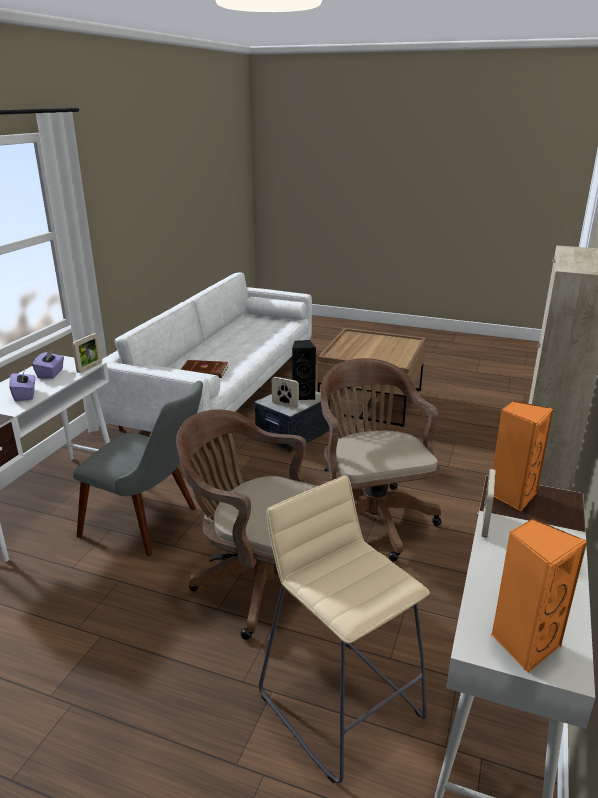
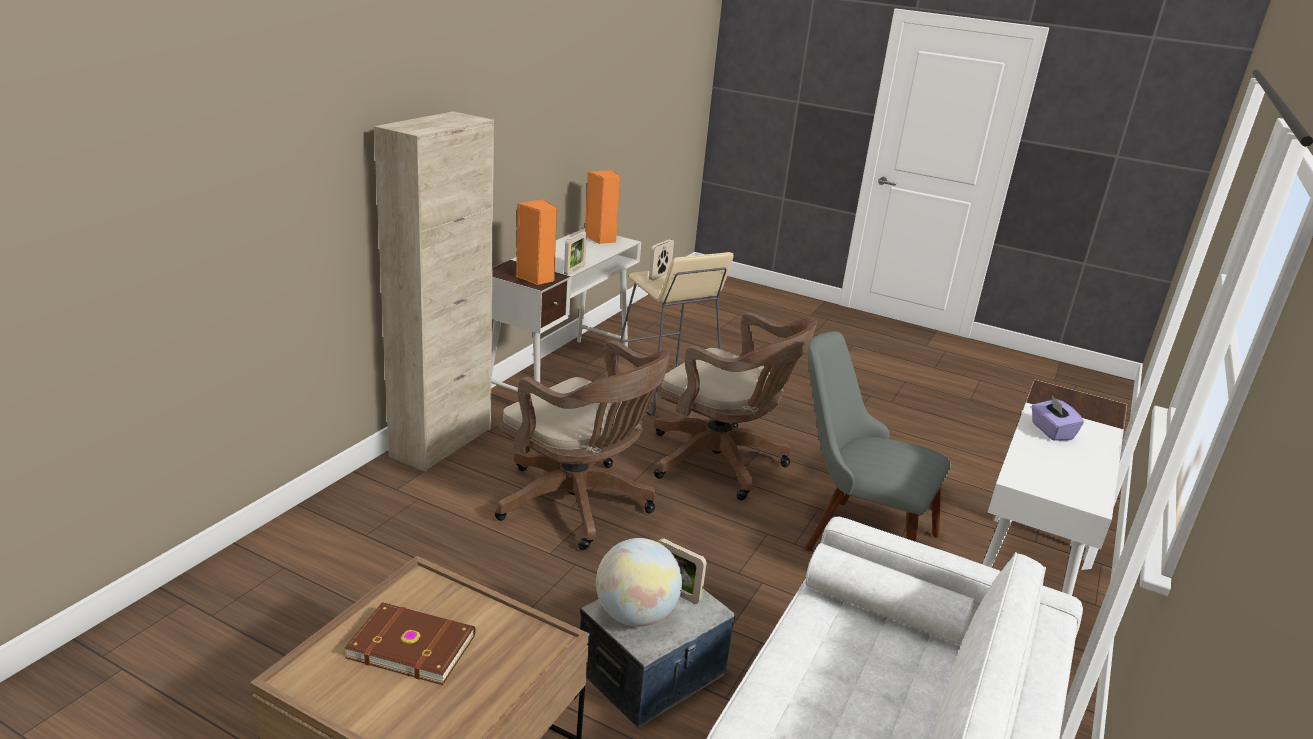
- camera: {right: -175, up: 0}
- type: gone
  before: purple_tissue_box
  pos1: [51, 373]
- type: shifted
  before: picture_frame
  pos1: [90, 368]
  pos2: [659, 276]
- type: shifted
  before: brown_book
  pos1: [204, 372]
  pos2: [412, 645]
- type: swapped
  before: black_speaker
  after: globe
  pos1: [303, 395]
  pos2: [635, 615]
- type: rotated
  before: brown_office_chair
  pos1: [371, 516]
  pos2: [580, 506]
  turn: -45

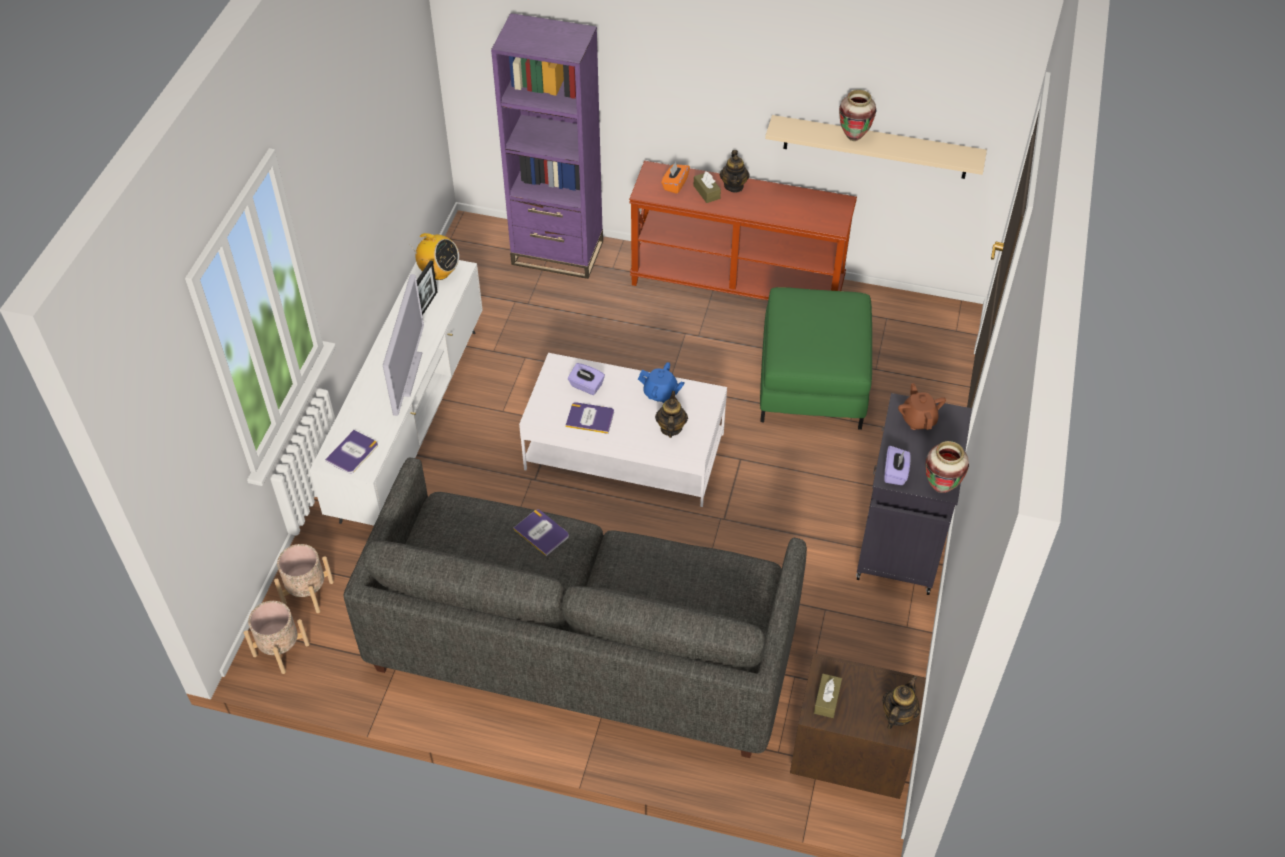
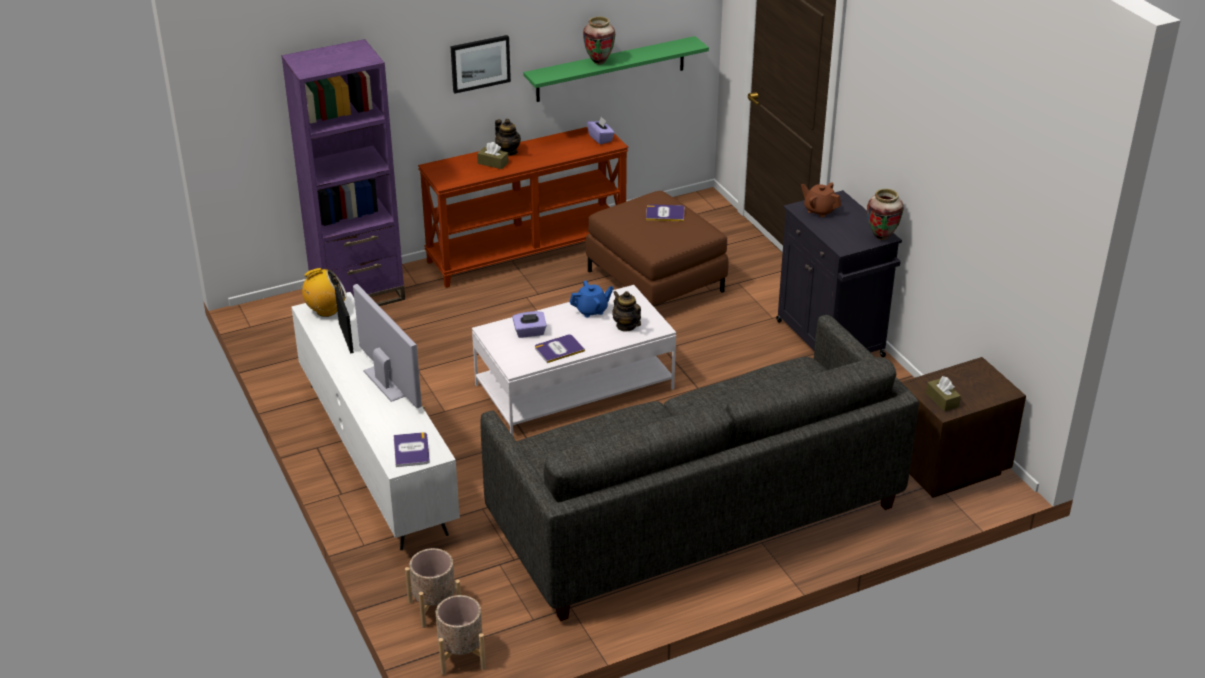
- camera: {right: -40, up: -15}
- type: gone
  before: orange_tissue_box
  pos1: [675, 184]
- type: gone
  before: teapot
  pos1: [897, 715]
- type: new
  after: picture
  pos2: [480, 63]
- type: shifted
  before: book
  pos1: [541, 532]
  pos2: [665, 213]
- type: shifted
  before: purple_tissue_box
  pos1: [895, 473]
  pos2: [600, 138]
- type: repainted
  before: green_ottoman
  after: brown_ottoman
  pos1: [811, 381]
  pos2: [655, 281]
- type: repainted
  before: beige_shelf
  after: green_shelf
  pos1: [875, 147]
  pos2: [610, 69]

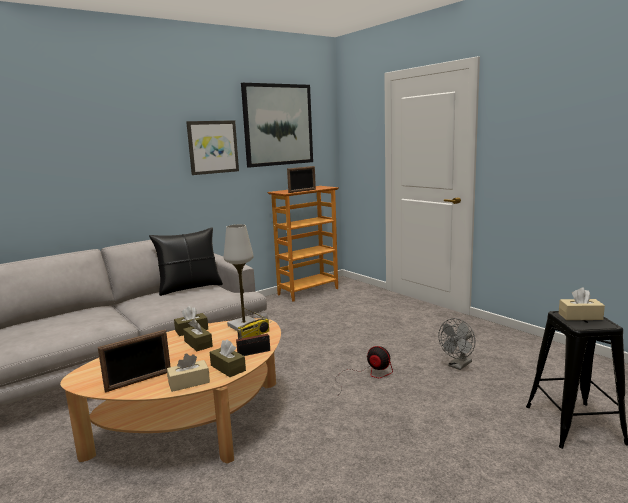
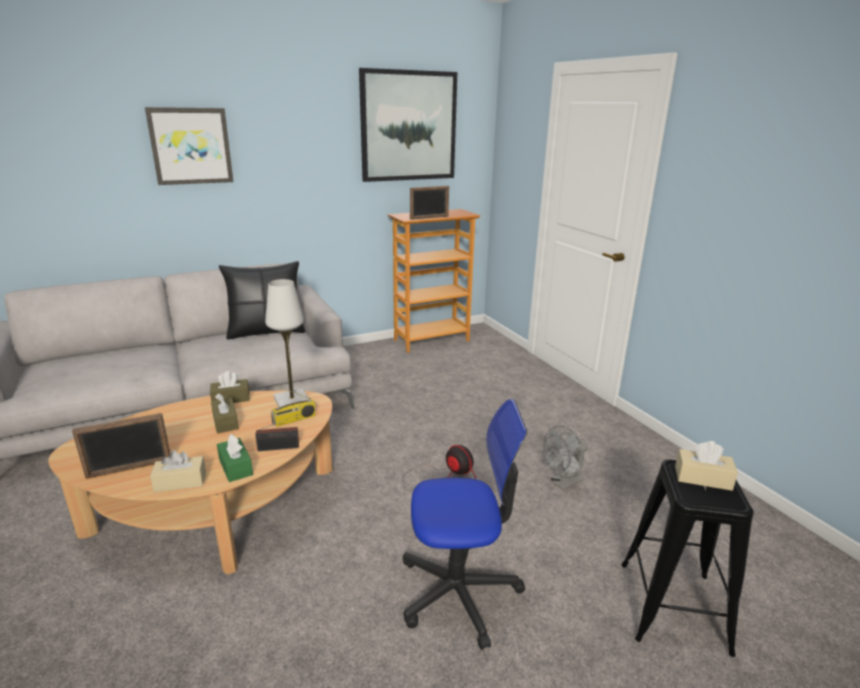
- camera: {right: 10, up: 10}
- type: new
  after: office_chair
  pos2: [458, 591]
- type: shifted
  before: picture
  pos1: [212, 147]
  pos2: [191, 146]
- type: repainted
  before: brown_tissue_box
  after: green_tissue_box
  pos1: [228, 368]
  pos2: [235, 467]

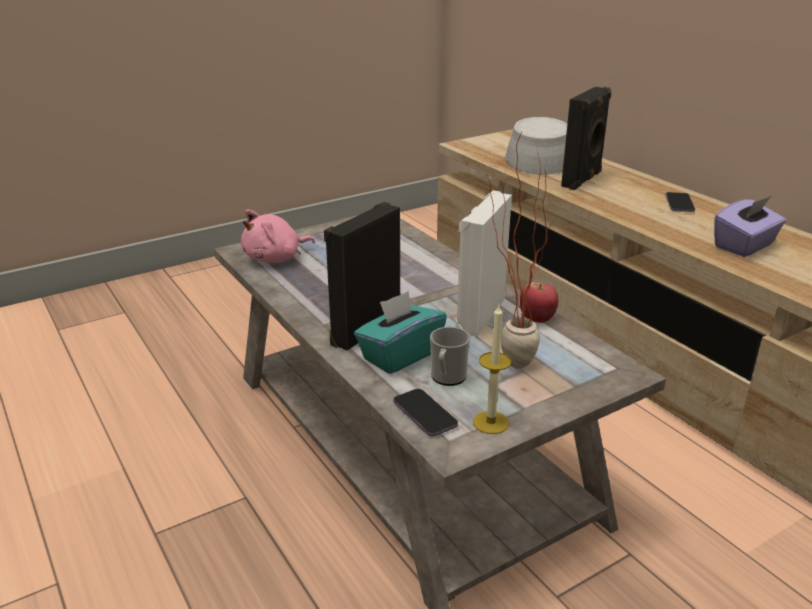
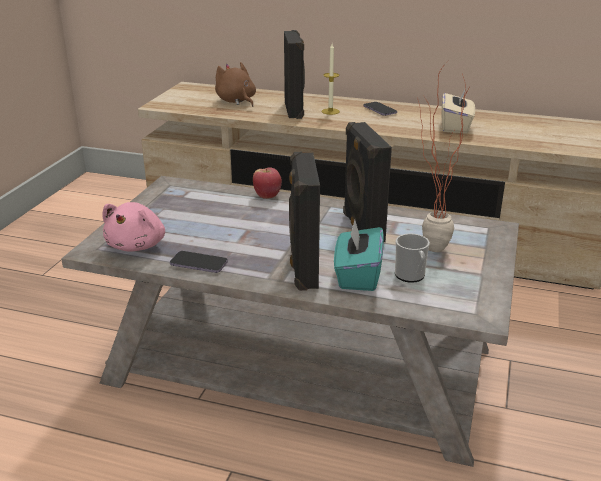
- camera: {right: -40, up: 0}
- type: shifted
  before: phone
  pos1: [425, 414]
  pos2: [199, 264]
- type: shifted
  before: candle
  pos1: [490, 422]
  pos2: [330, 111]
- type: shifted
  before: apple
  pos1: [537, 319]
  pos2: [267, 196]
- type: swapped
  before: grey_hat
  after: brown_plush_toy
  pos1: [538, 158]
  pos2: [236, 101]
- type: repainted
  before: white_speaker
  after: black_speaker
  pos1: [478, 315]
  pos2: [361, 228]
- type: repainted
  before: purple_tissue_box
  after: beige_tissue_box
  pos1: [744, 246]
  pos2: [456, 126]

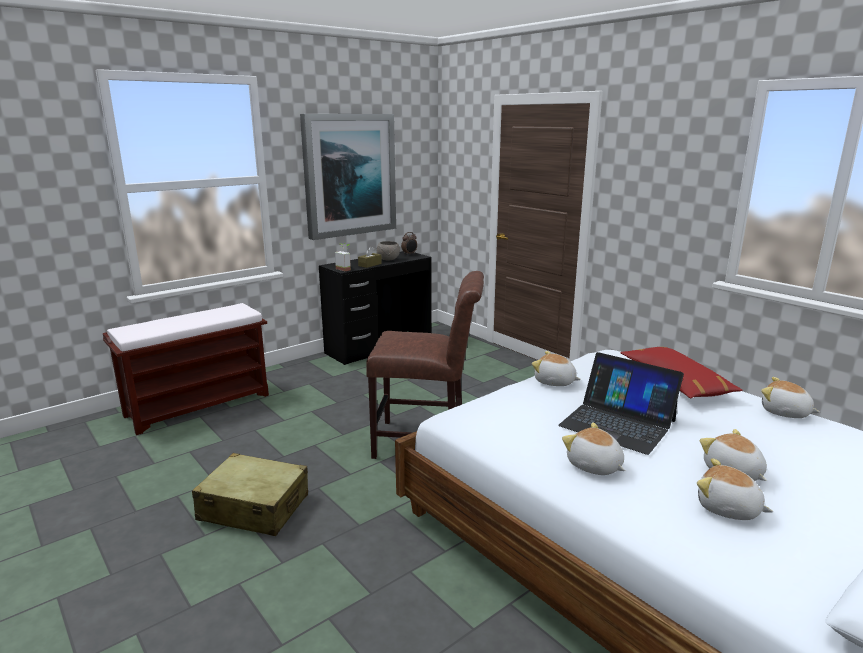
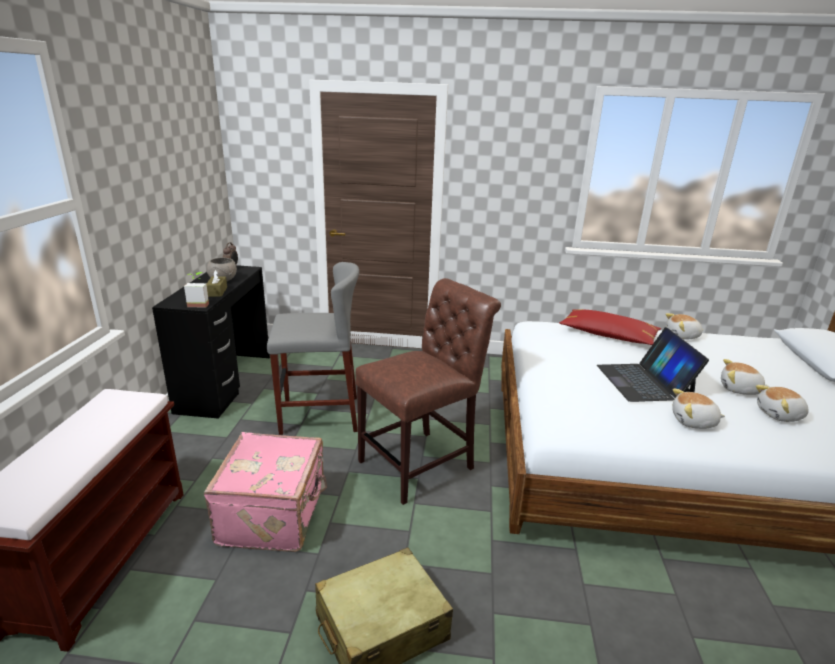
- camera: {right: -45, up: 5}
- type: gone
  before: picture
  pos1: [349, 175]
- type: gone
  before: plush_toy
  pos1: [554, 382]
- type: new
  after: pink_suitcase
  pos2: [275, 515]
- type: new
  after: grey_stool
  pos2: [319, 415]
- type: rotated
  before: laptop
  pos1: [618, 423]
  pos2: [644, 381]
  turn: 90

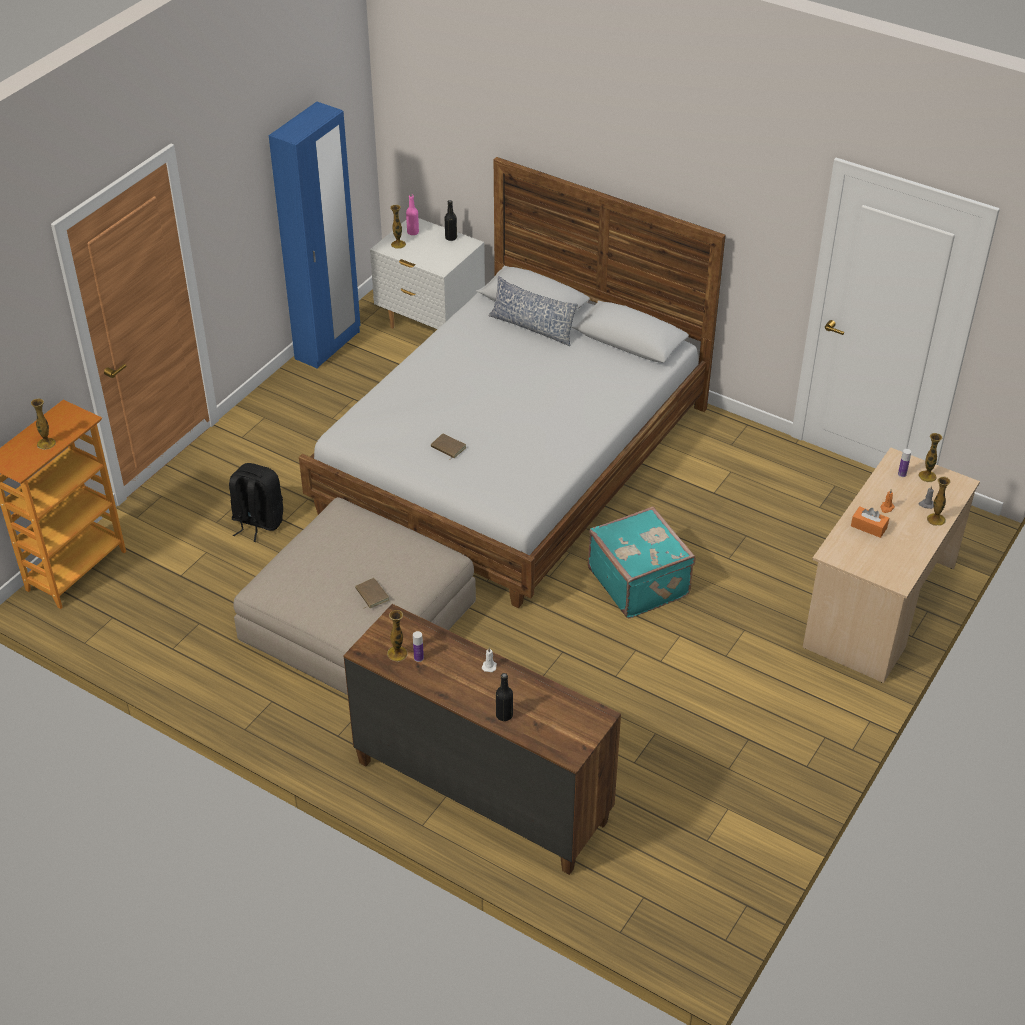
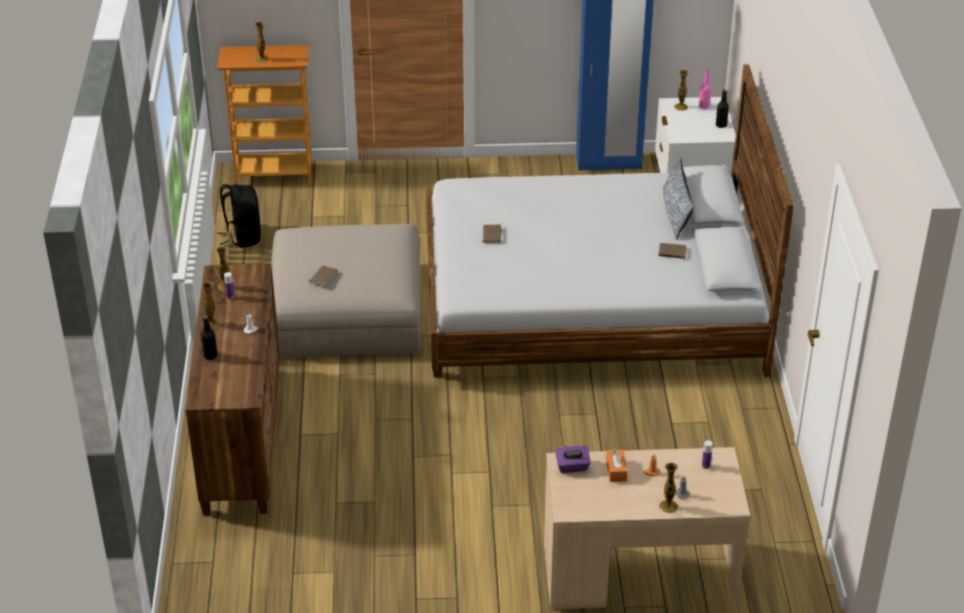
- camera: {right: 55, up: -5}
- type: gone
  before: turquoise_suitcase
  pos1: [639, 581]
- type: new
  after: purple_tissue_box
  pos2: [572, 467]
- type: new
  after: brown_book
  pos2: [672, 253]
- type: shifted
  before: black_backpack
  pos1: [257, 522]
  pos2: [242, 237]
- type: shifted
  before: vase
  pos1: [927, 476]
  pos2: [211, 323]

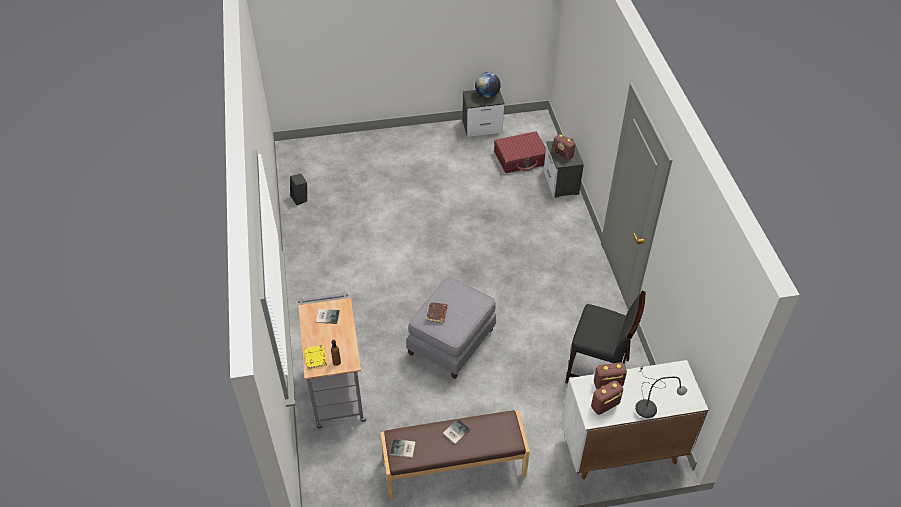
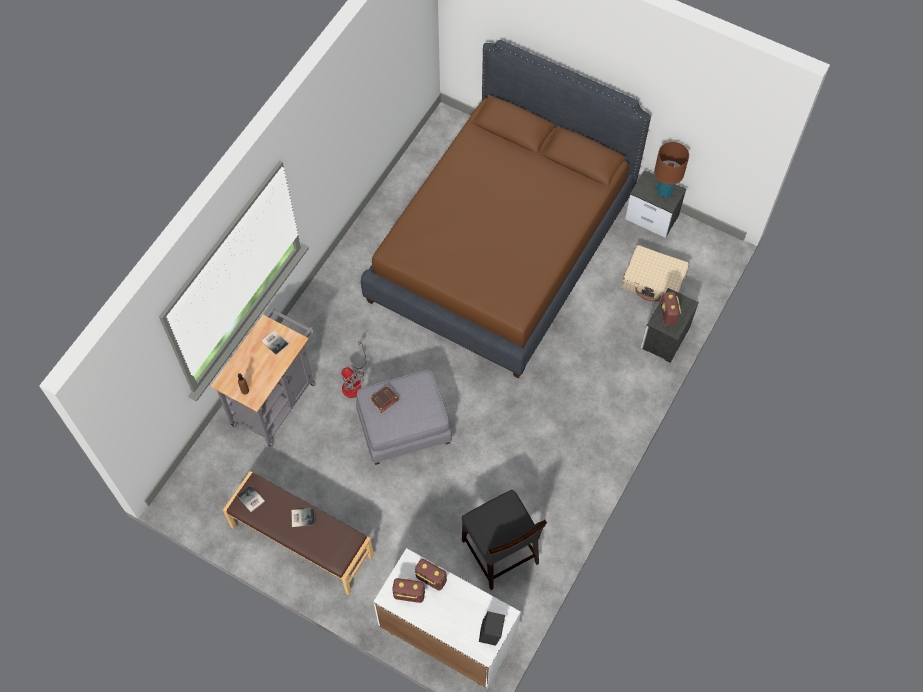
- camera: {right: 40, up: 15}
- type: gone
  before: yellow_book
  pos1: [316, 358]
- type: gone
  before: grey_table_lamp
  pos1: [651, 403]
- type: new
  after: fan
  pos2: [353, 382]
- type: new
  after: brown_bed
  pos2: [502, 247]
- type: shifted
  before: black_speaker
  pos1: [300, 198]
  pos2: [491, 634]
- type: swapped
  before: globe
  after: brown_table_lamp
  pos1: [487, 95]
  pos2: [664, 191]
- type: repainted
  before: red_suitcase
  after: beige_suitcase
  pos1: [520, 158]
  pos2: [654, 281]

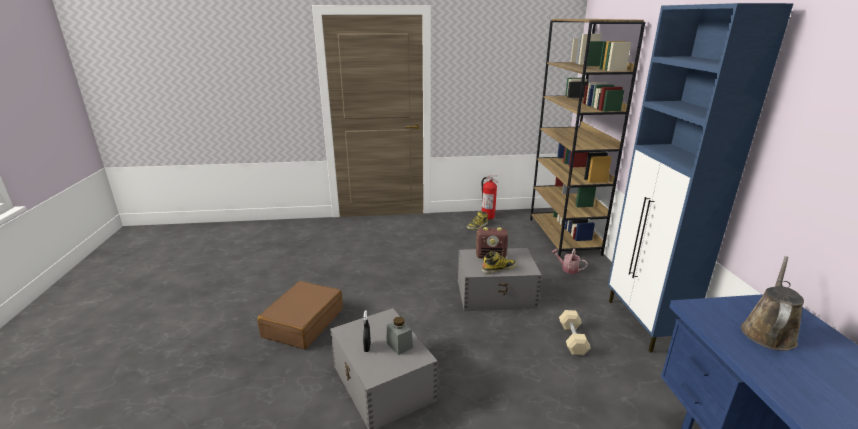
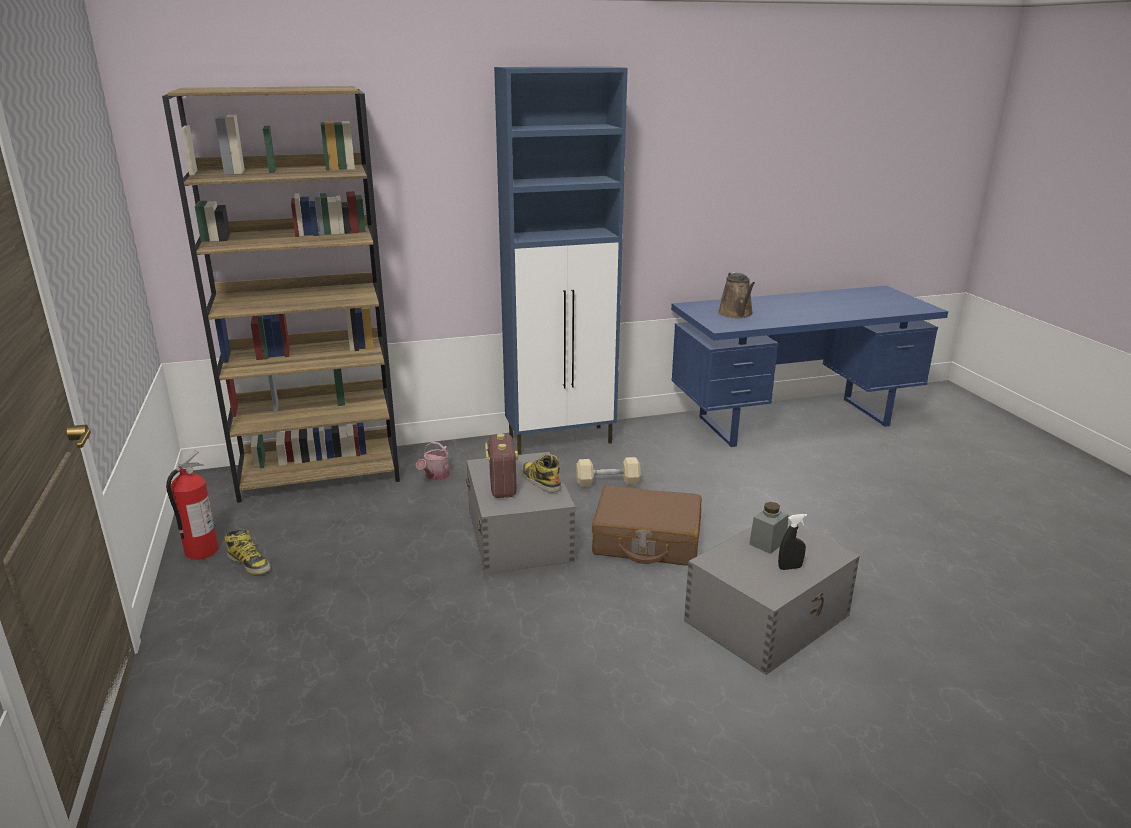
- camera: {right: -100, up: 0}
- type: shifted
  before: brown_suitcase
  pos1: [303, 323]
  pos2: [646, 540]
- type: rotated
  before: brown_watering_can
  pos1: [768, 332]
  pos2: [736, 314]
  turn: -120

